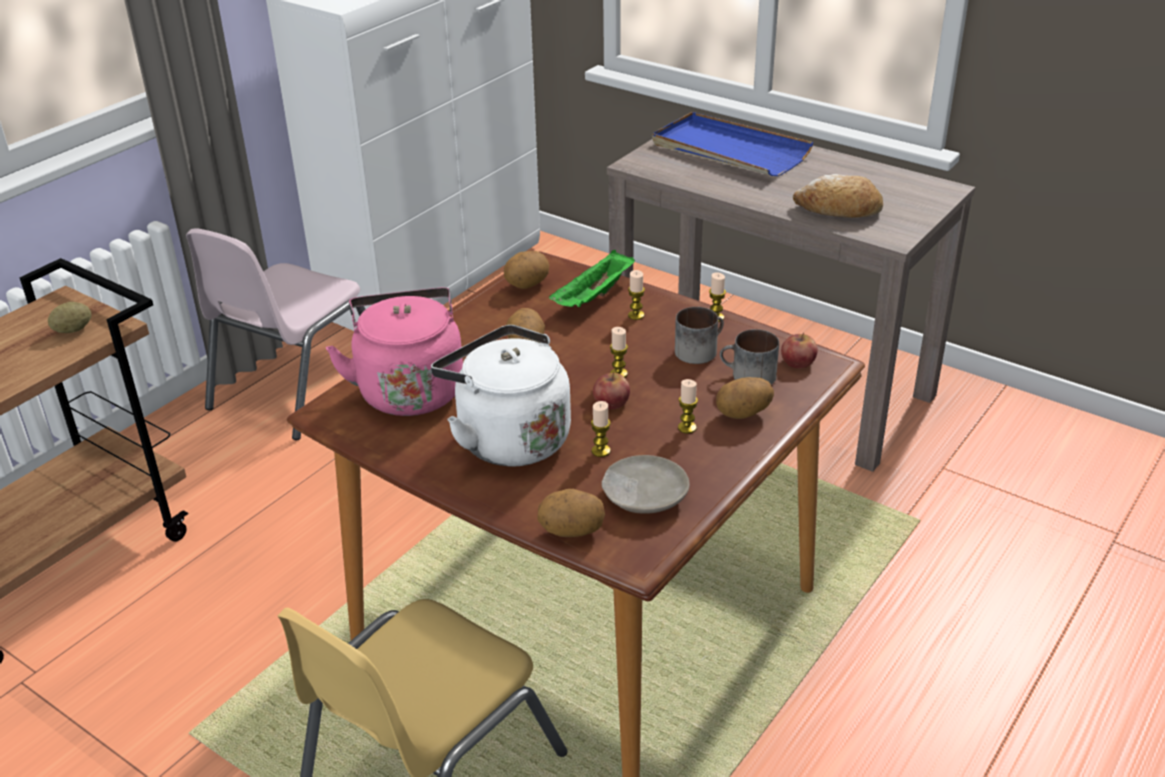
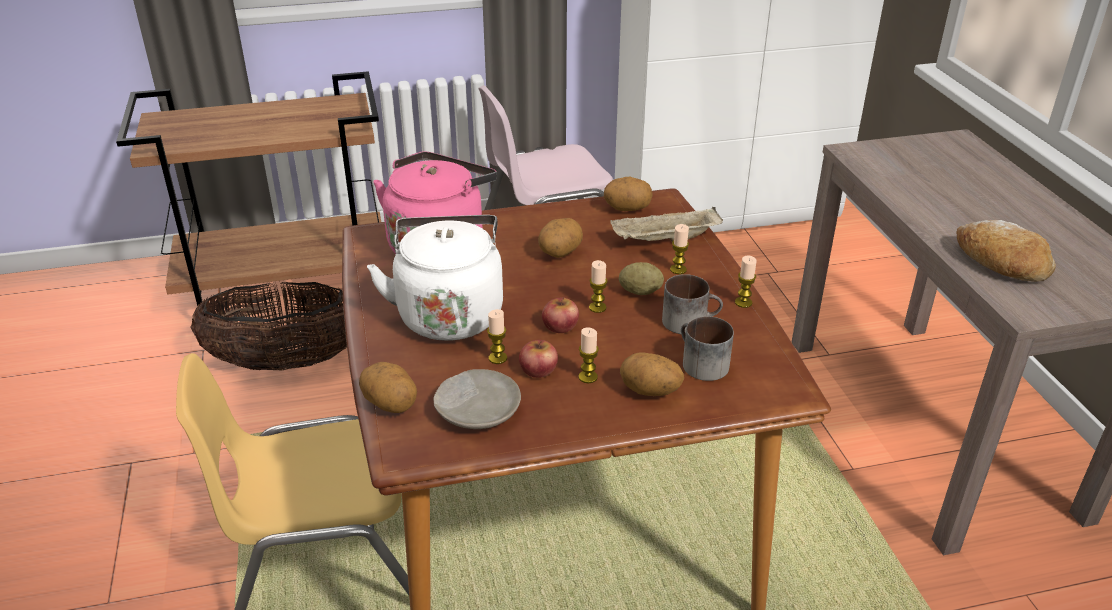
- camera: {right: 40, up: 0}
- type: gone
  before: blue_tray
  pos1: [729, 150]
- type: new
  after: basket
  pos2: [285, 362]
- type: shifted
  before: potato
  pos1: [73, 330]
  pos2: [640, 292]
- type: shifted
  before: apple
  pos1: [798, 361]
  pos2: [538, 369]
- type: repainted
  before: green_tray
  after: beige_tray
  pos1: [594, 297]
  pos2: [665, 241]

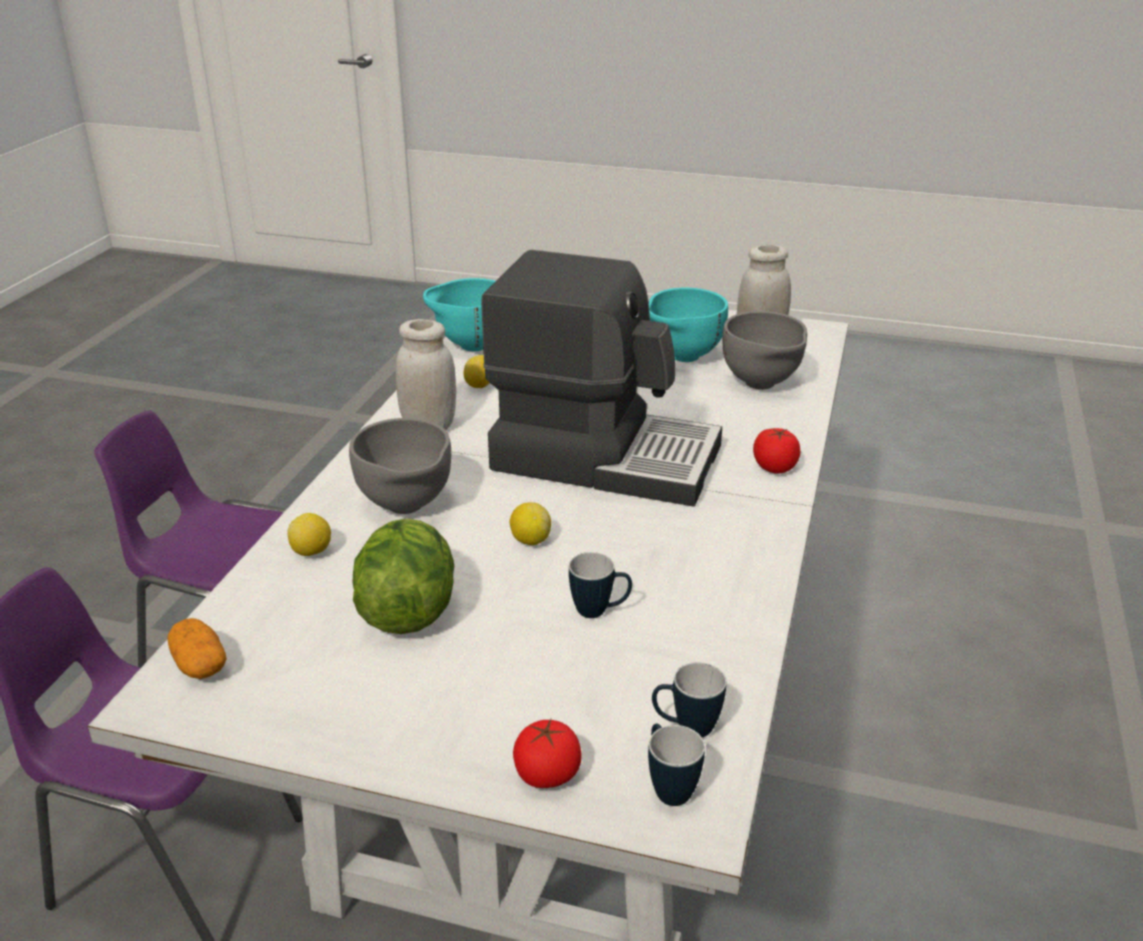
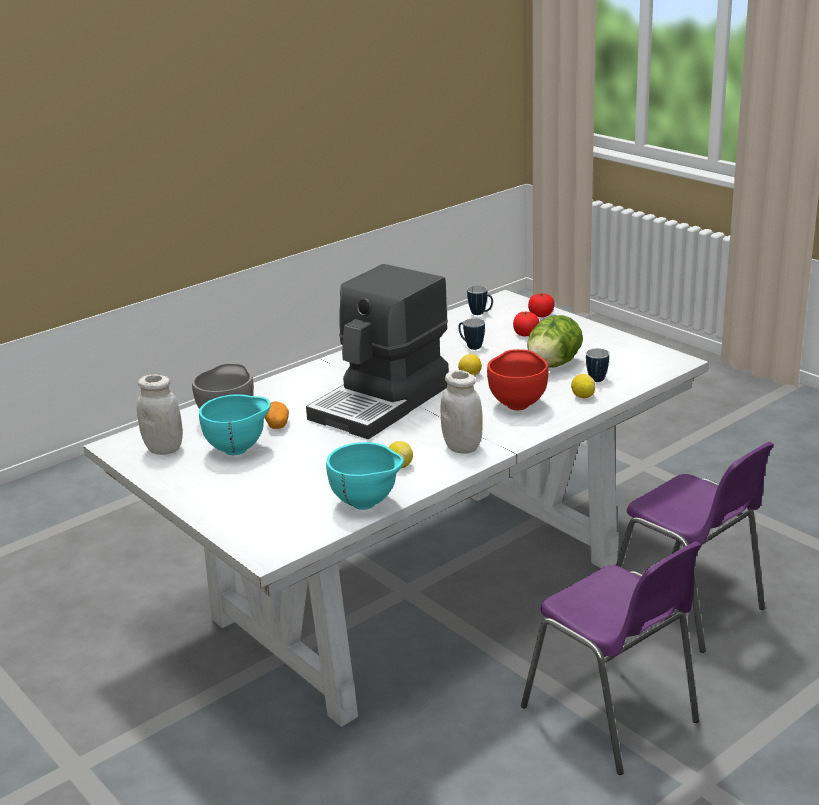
- camera: {right: -145, up: -5}
- type: shifted
  before: potato
  pos1: [200, 665]
  pos2: [277, 424]
- type: shifted
  before: mug
  pos1: [668, 787]
  pos2: [596, 381]
- type: shifted
  before: tomato
  pos1: [774, 467]
  pos2: [526, 334]
- type: repainted
  before: grey_bowl
  after: red_bowl
  pos1: [407, 508]
  pos2: [518, 404]
- type: rotated
  before: coffee_machine
  pos1: [604, 456]
  pos2: [382, 402]
  turn: -105

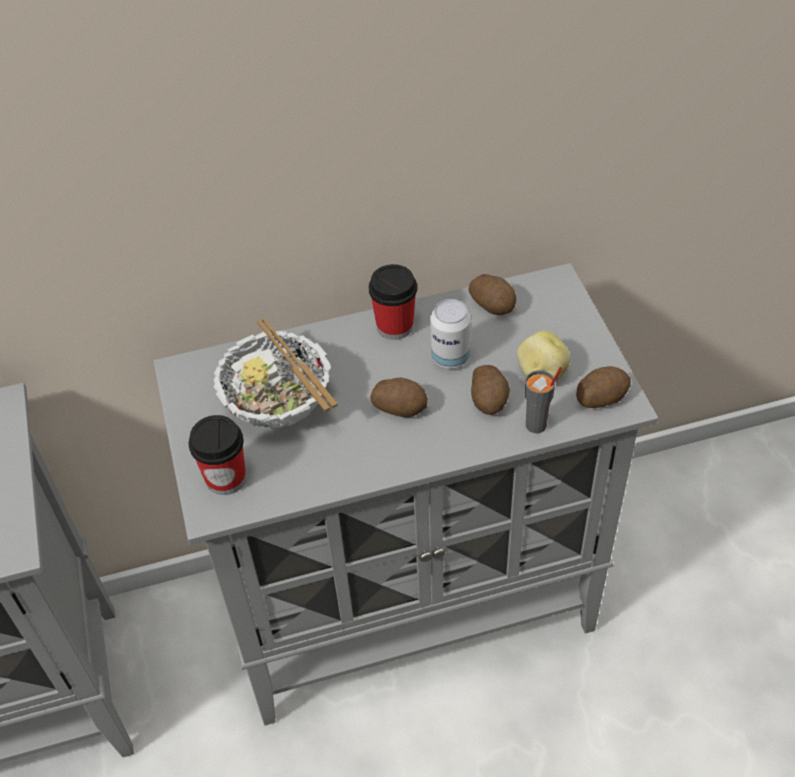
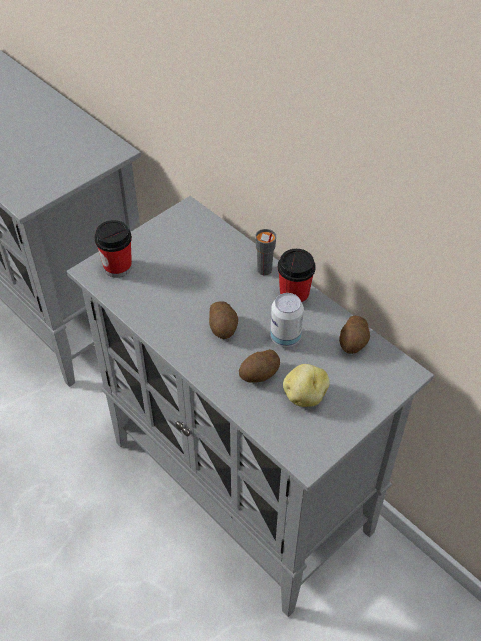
- camera: {right: 60, up: 0}
- type: gone
  before: bowl
  pos1: [279, 403]
- type: gone
  before: potato
  pos1: [600, 397]
- type: shifted
  before: grey_cup
  pos1: [536, 425]
  pos2: [264, 270]

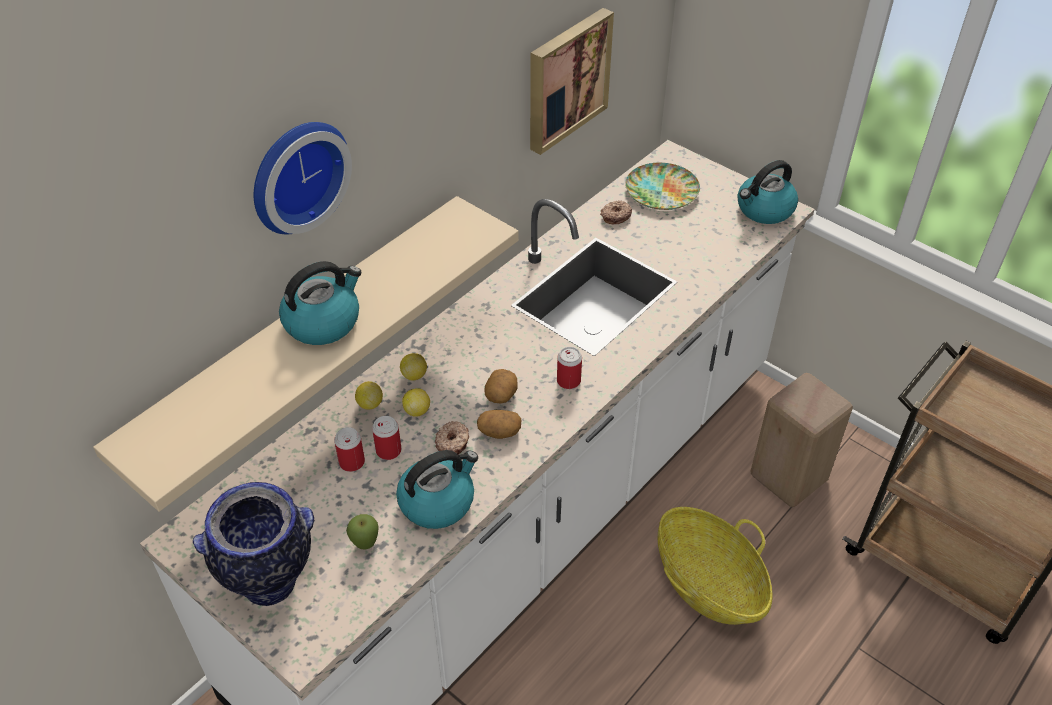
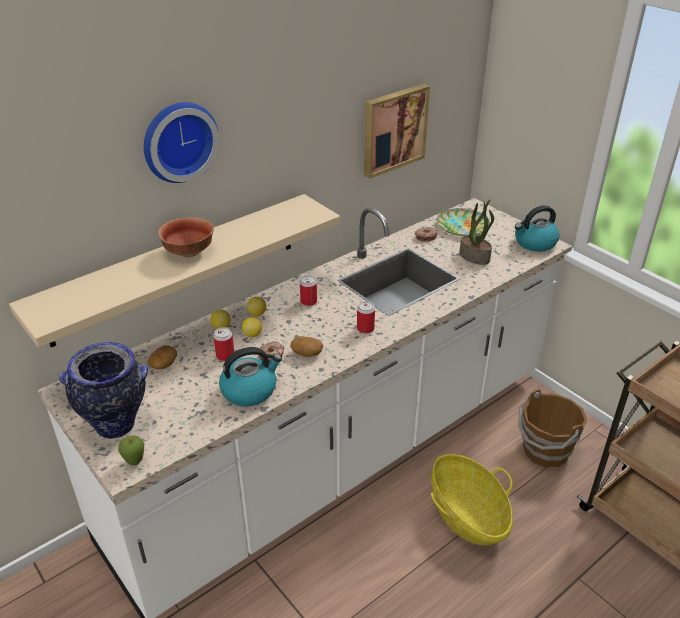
- camera: {right: 10, up: -10}
- type: new
  after: potted_plant
  pos2: [475, 257]
- type: shifted
  before: can
  pos1: [352, 462]
  pos2: [308, 302]
- type: shifted
  before: apple
  pos1: [365, 544]
  pos2: [135, 462]
- type: shifted
  before: potato
  pos1: [501, 394]
  pos2: [163, 364]
- type: swapped
  before: kettle
  after: bowl
  pos1: [323, 322]
  pos2: [188, 252]
- type: swapped
  before: beige_stool
  after: brown_bucket
  pos1: [791, 477]
  pos2: [545, 451]

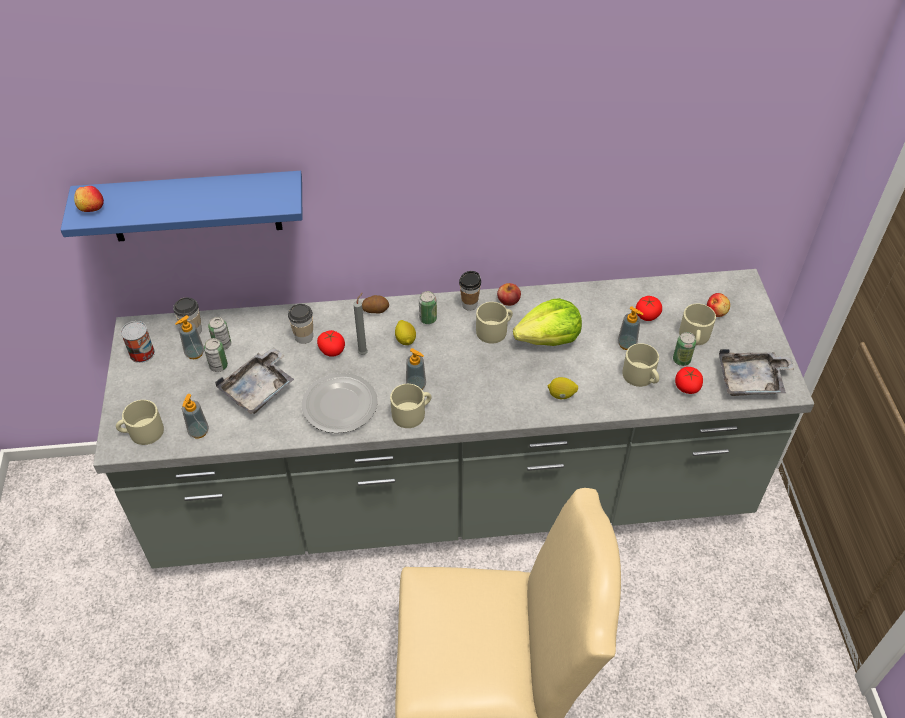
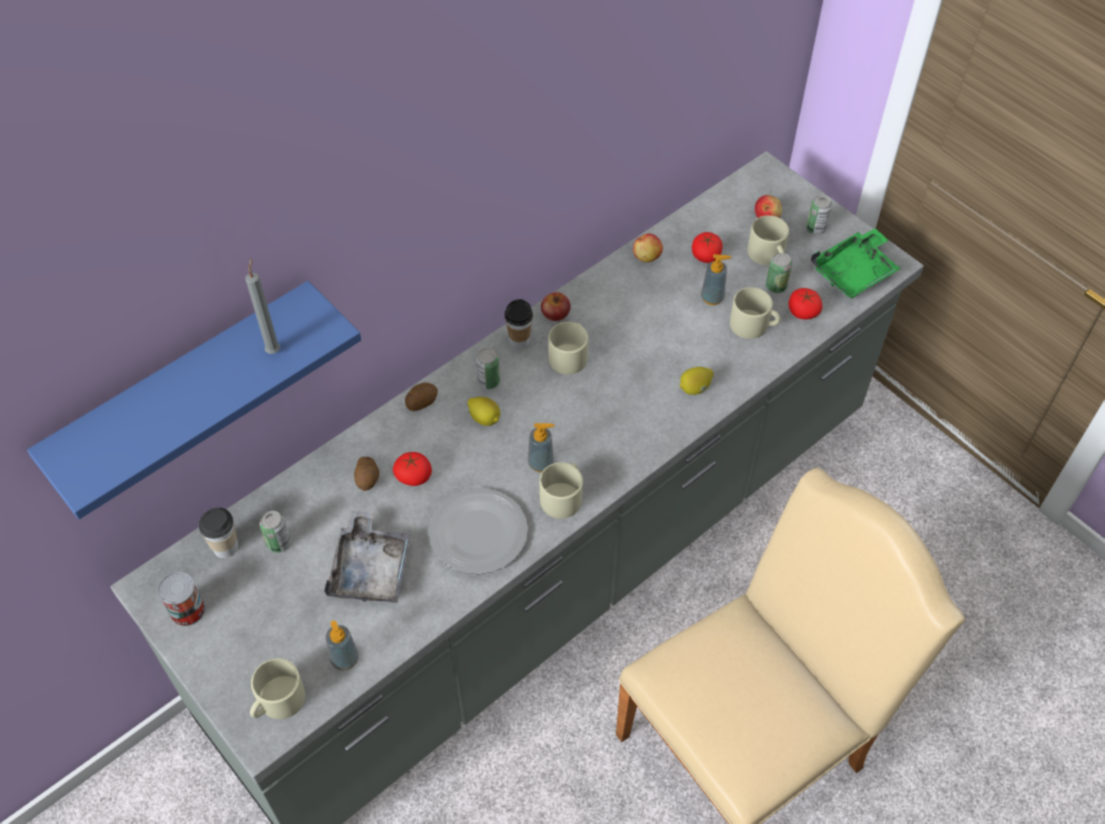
- camera: {right: -35, up: 5}
- type: gone
  before: soap_dispenser
  pos1: [194, 353]
- type: gone
  before: lettuce
  pos1: [549, 338]
- type: shifted
  before: apple
  pos1: [91, 208]
  pos2: [647, 256]
- type: shifted
  before: can
  pos1: [218, 366]
  pos2: [816, 228]
- type: shifted
  before: grey_candle
  pos1: [364, 352]
  pos2: [274, 349]
- type: swapped
  before: cup
  after: potato
  pos1: [304, 337]
  pos2: [368, 479]
- type: repainted
  before: grey_tray
  after: green_tray
  pos1: [751, 381]
  pos2: [854, 272]

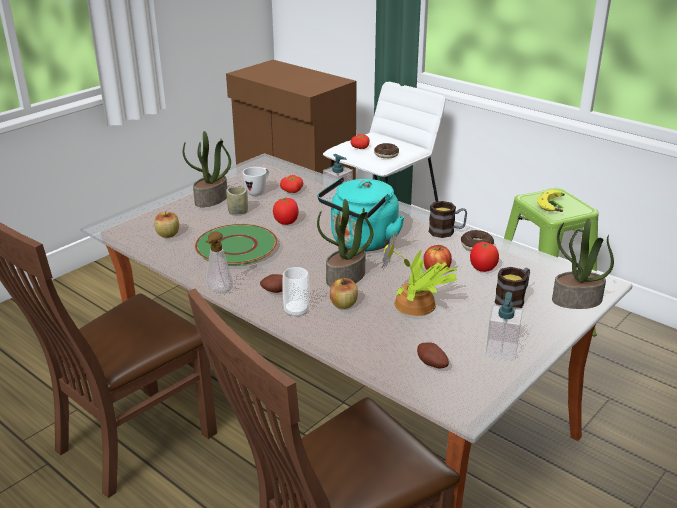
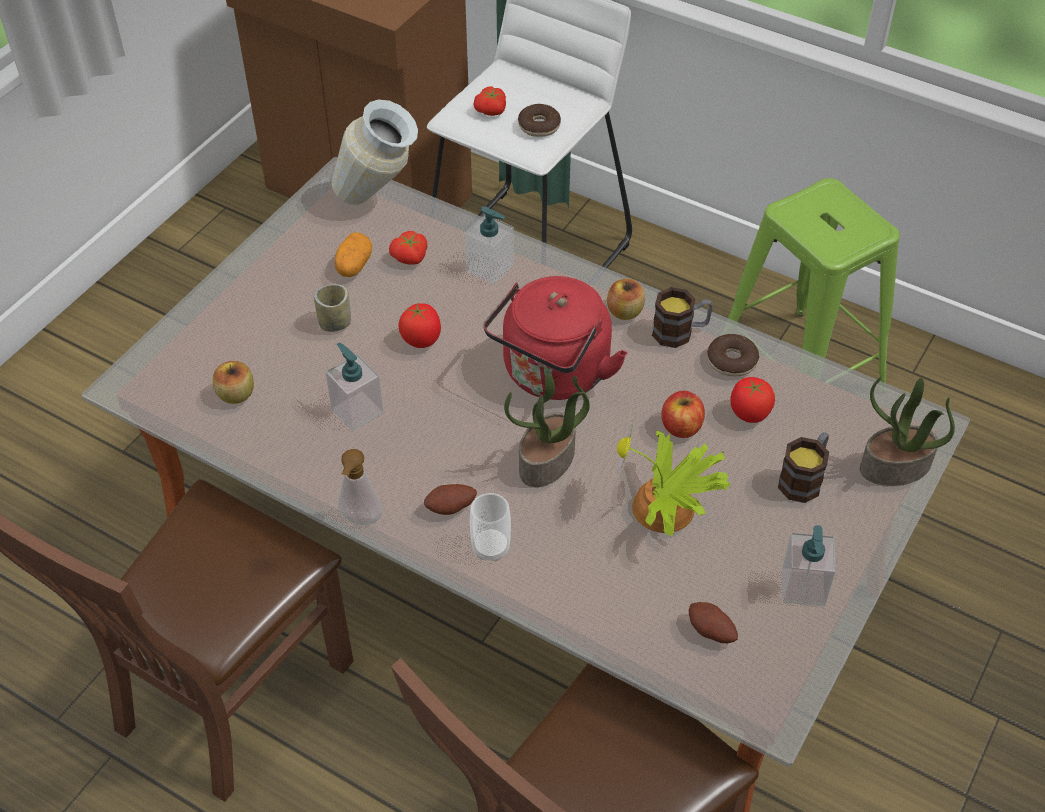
- camera: {right: -10, up: 20}
- type: gone
  before: potted_plant
  pos1: [211, 200]
- type: gone
  before: banana
  pos1: [554, 206]
- type: new
  after: vase
  pos2: [379, 202]
- type: shifted
  before: apple
  pos1: [343, 304]
  pos2: [625, 312]
- type: swapped
  before: green_plate
  after: soap_dispenser
  pos1: [236, 246]
  pos2: [357, 411]
- type: swapped
  before: white_mug
  after: potato
  pos1: [258, 191]
  pos2: [353, 265]
- type: repainted
  before: turquoise_kettle
  after: red_kettle
  pos1: [361, 242]
  pos2: [553, 375]

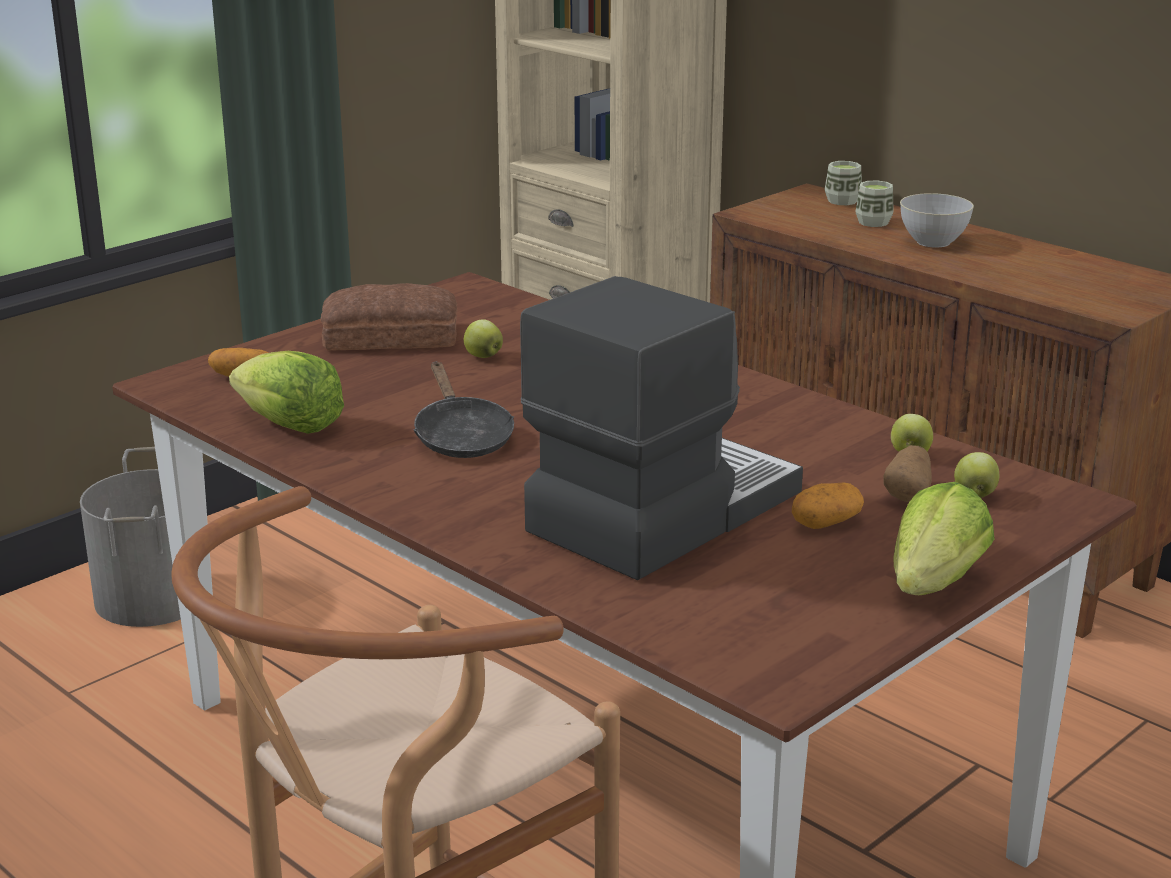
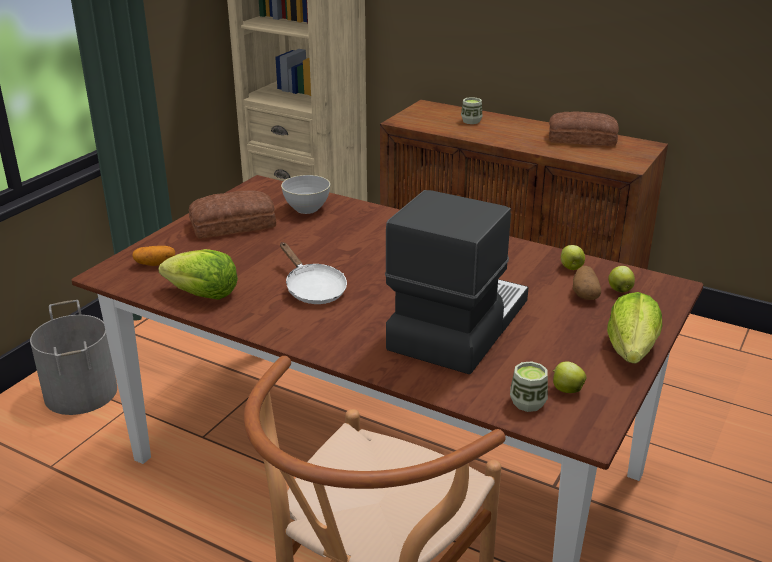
- camera: {right: -15, up: 5}
- type: gone
  before: potato
  pos1: [826, 523]
- type: new
  after: bread
  pos2: [581, 138]
- type: shifted
  before: apple
  pos1: [483, 356]
  pos2: [566, 389]
- type: shifted
  before: cup
  pos1: [842, 201]
  pos2: [528, 402]
- type: shifted
  before: grey_bowl
  pos1: [933, 242]
  pos2: [307, 209]
- type: repainted
  before: black_frying_pan
  after: white_frying_pan
  pos1: [461, 437]
  pos2: [312, 289]

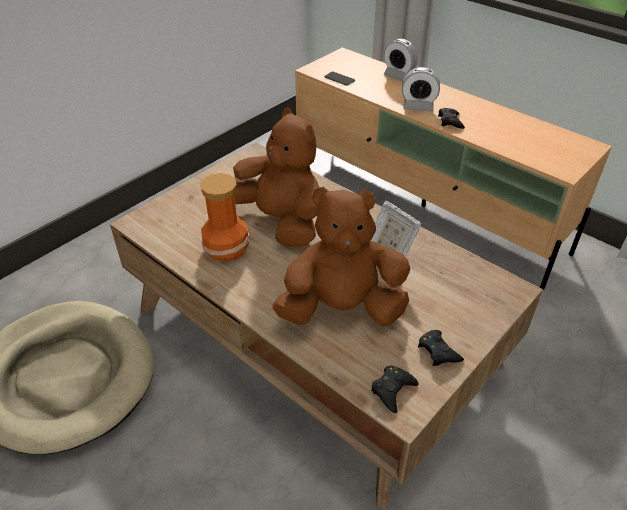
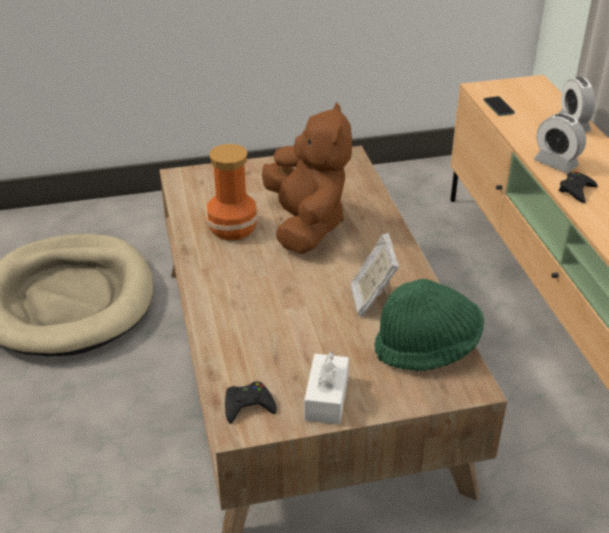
- camera: {right: 35, up: -5}
- type: gone
  before: brown_plush_toy
  pos1: [342, 309]
- type: new
  after: green_hat
  pos2: [427, 348]
- type: swapped
  before: black_game_controller
  after: white_tissue_box
  pos1: [438, 351]
  pos2: [326, 398]

